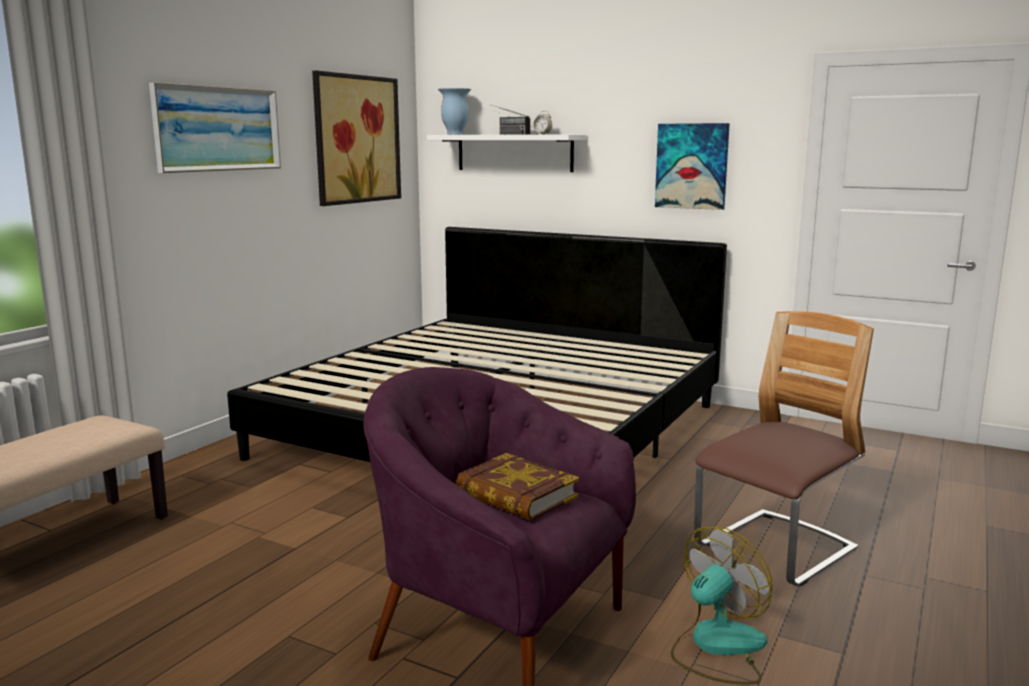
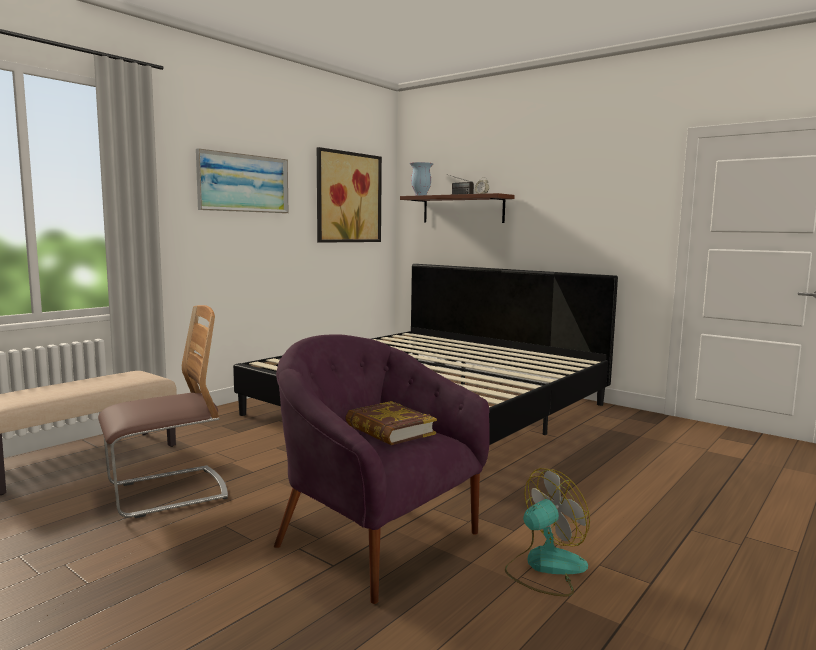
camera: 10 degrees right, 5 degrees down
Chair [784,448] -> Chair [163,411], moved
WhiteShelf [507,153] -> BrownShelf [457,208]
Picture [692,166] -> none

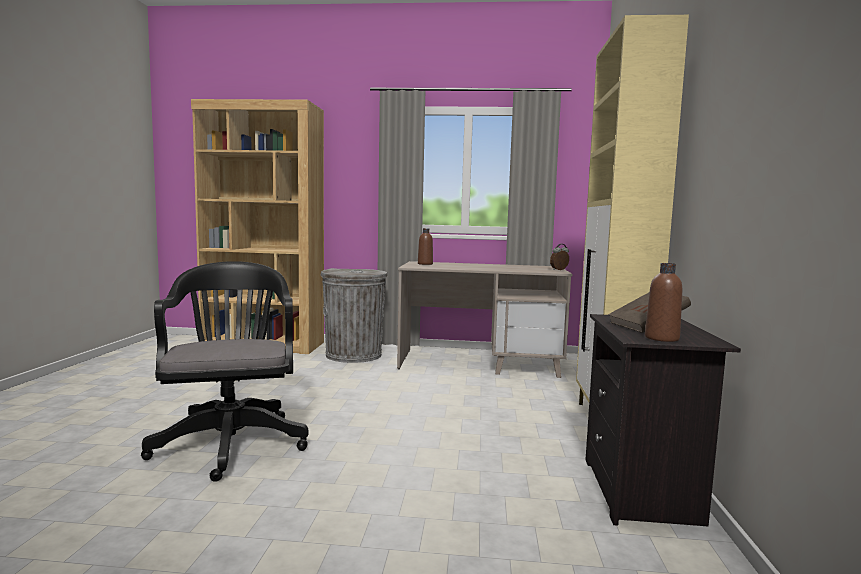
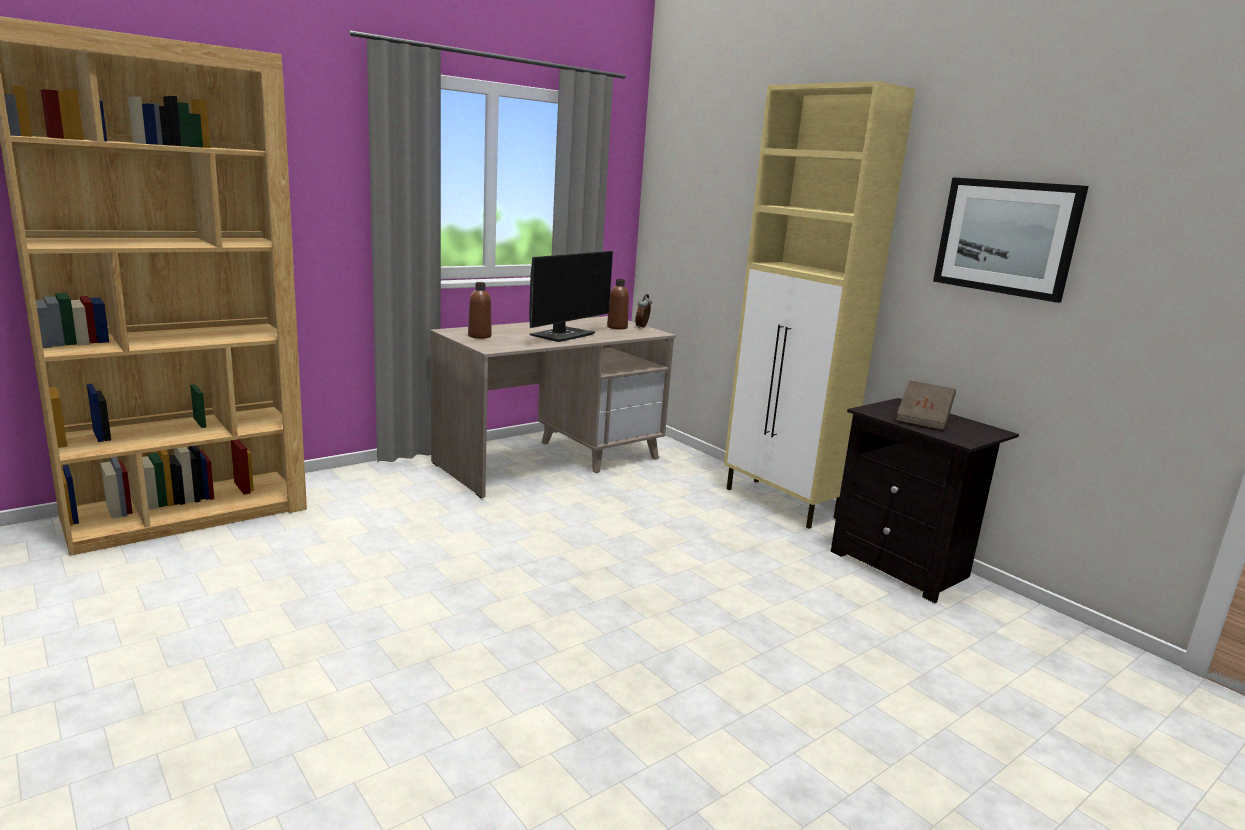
camera: 45 degrees left, 10 degrees up
none -> Monitor [571,296]
BrownBottle [663,302] -> BrownBottle [618,304], moved
none -> Picture [1011,240]
BlackOfficeChair [225,371] -> none
GreyTrashCan [354,315] -> none

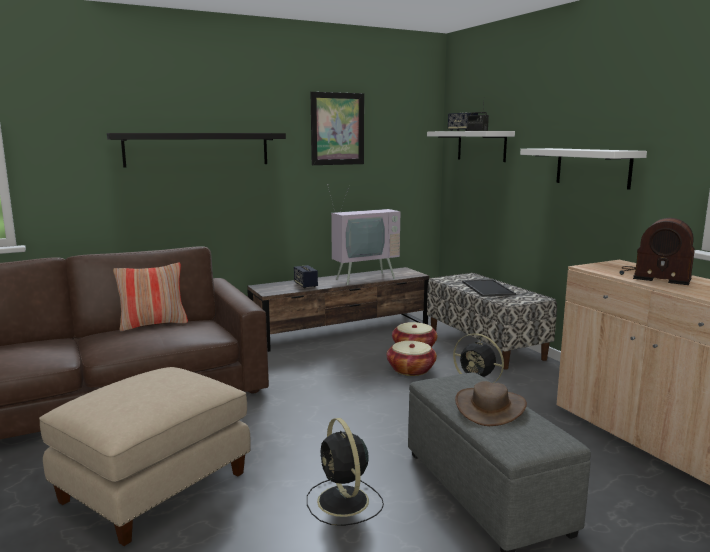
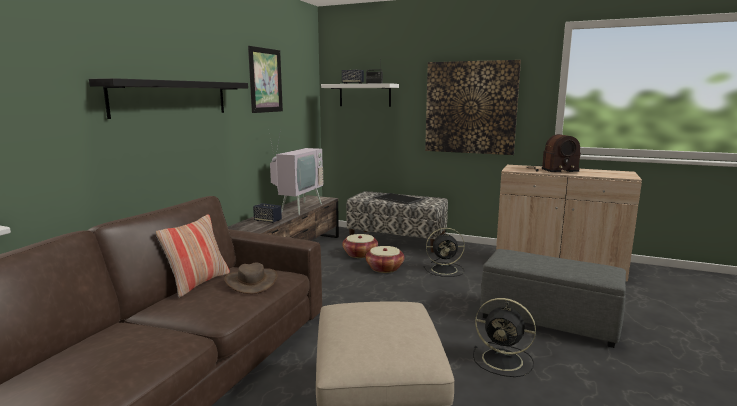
camera: 40 degrees left, 0 degrees up
BrownHat [491,403] -> BrownHat [251,278], moved
WhiteShelf [583,169] -> Picture [473,107]

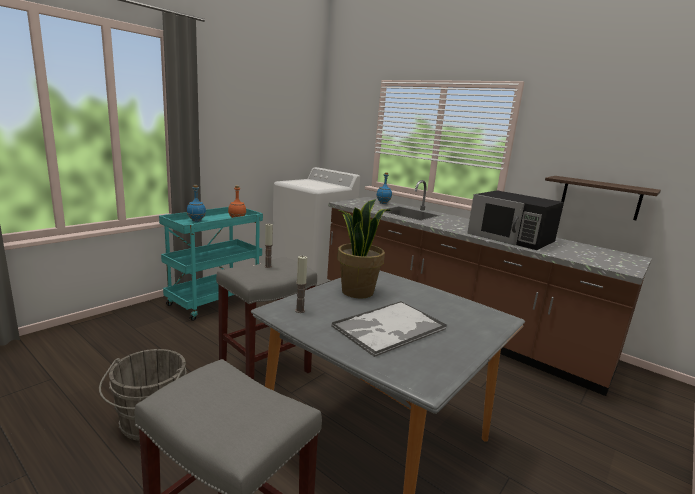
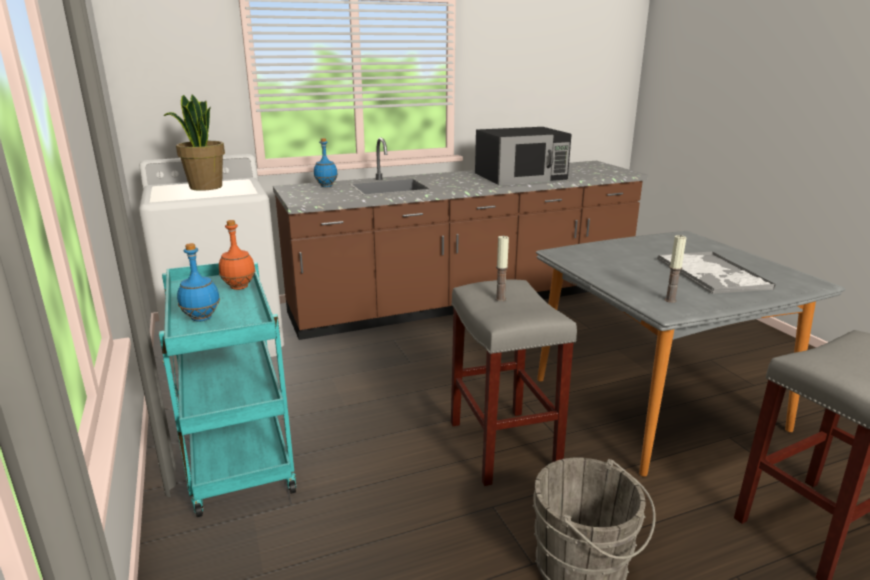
camera: 60 degrees left, 5 degrees up
PottedPlant [364,248] -> PottedPlant [194,142], moved
Shelf [603,198] -> none

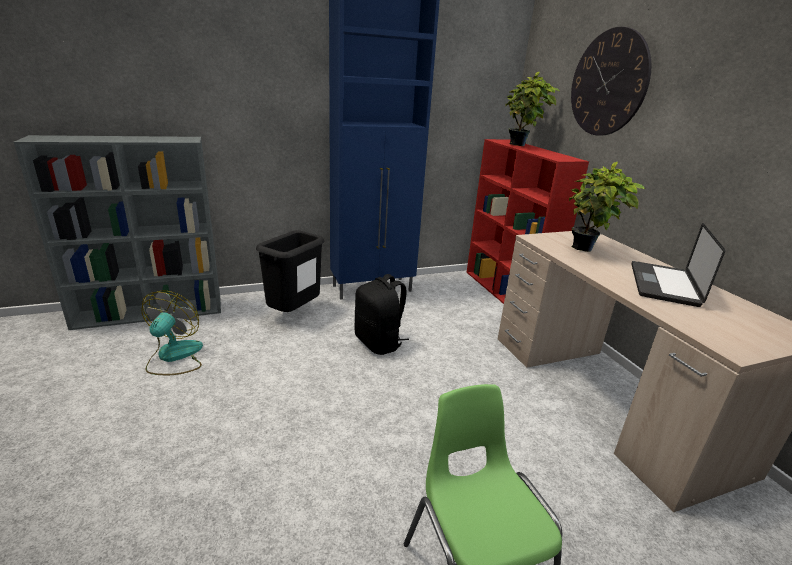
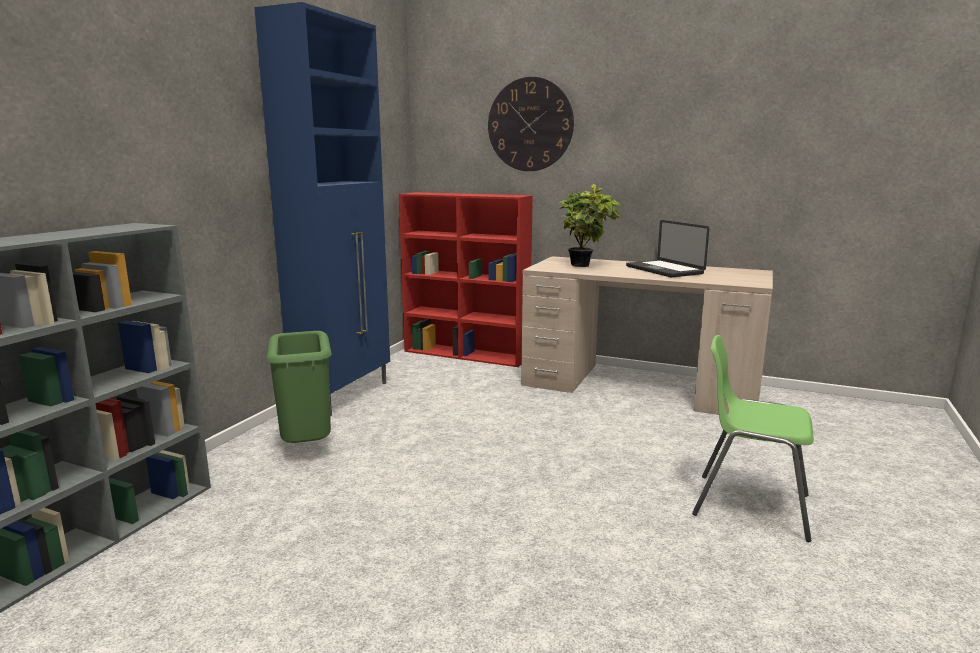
camera: 45 degrees left, 10 degrees down
BlackTrashCan [290,271] -> GreenTrashCan [299,387]
Fan [172,332] -> none
BlackBackpack [382,314] -> none
PottedPlant [532,108] -> none

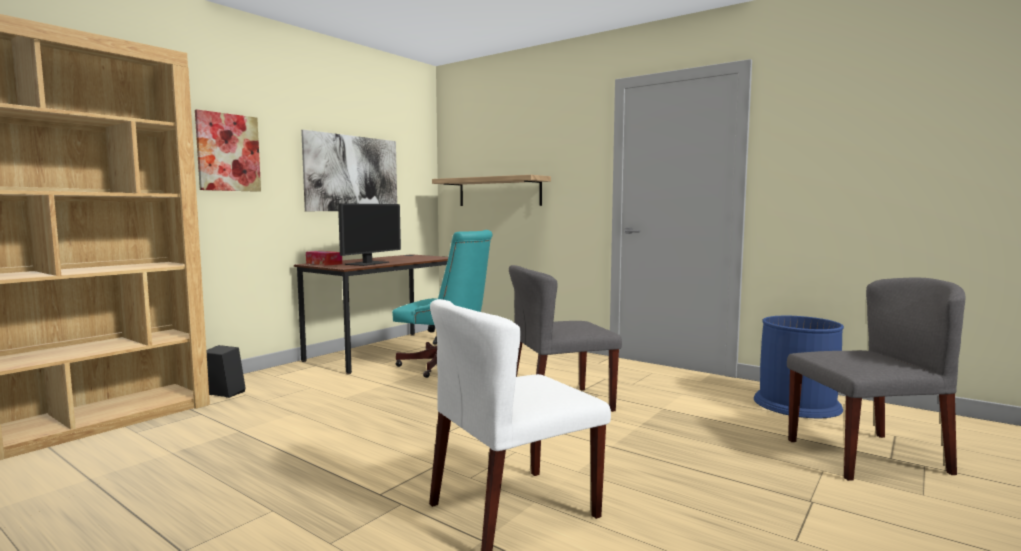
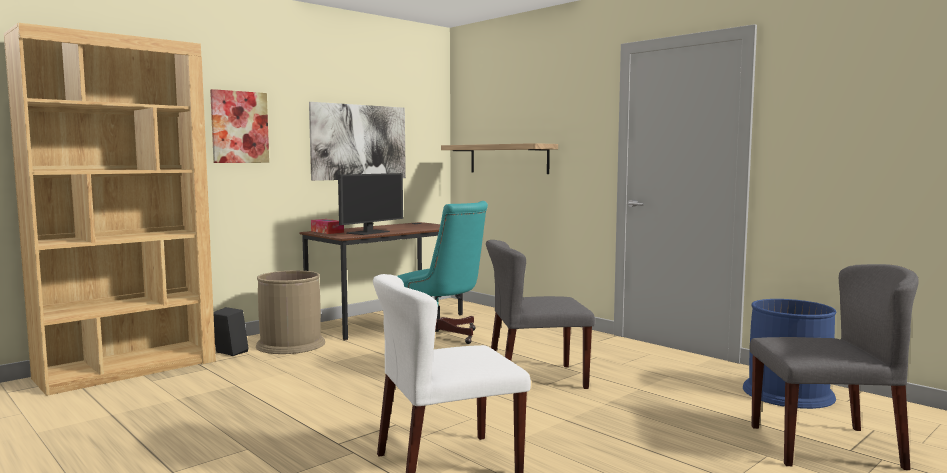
camera: 10 degrees right, 0 degrees up
none -> BrownTrashCan [290,312]

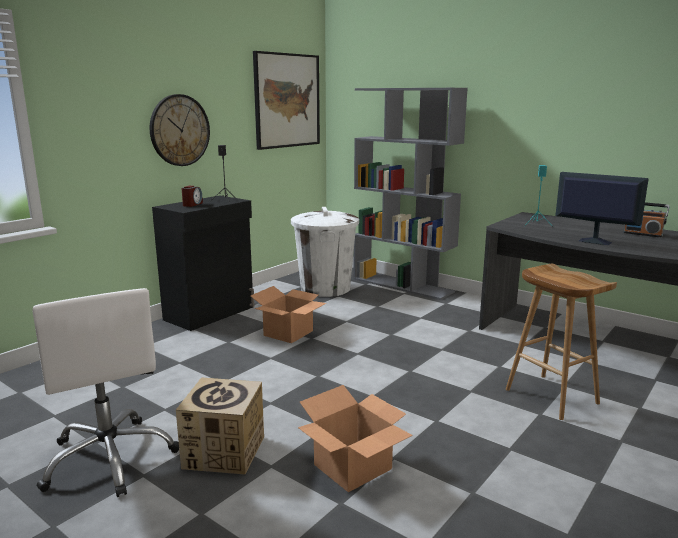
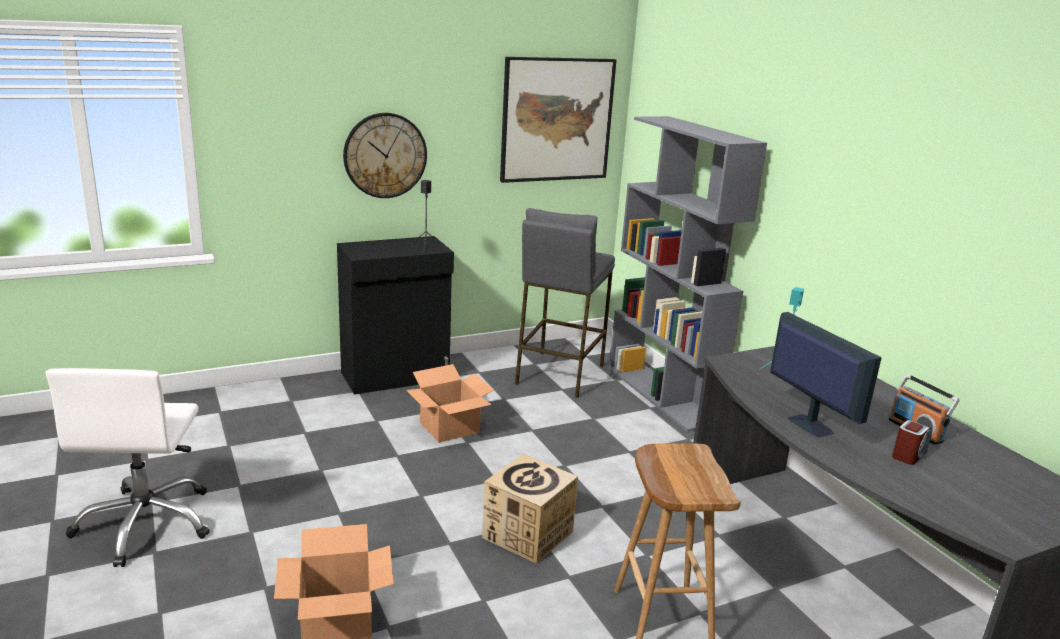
camera: 25 degrees right, 5 degrees up
CardboardBox [220,426] -> CardboardBox [530,509], moved
WhiteTrashCan [325,252] -> GreyStool [565,303]
AlarmClock [192,196] -> AlarmClock [912,442], moved

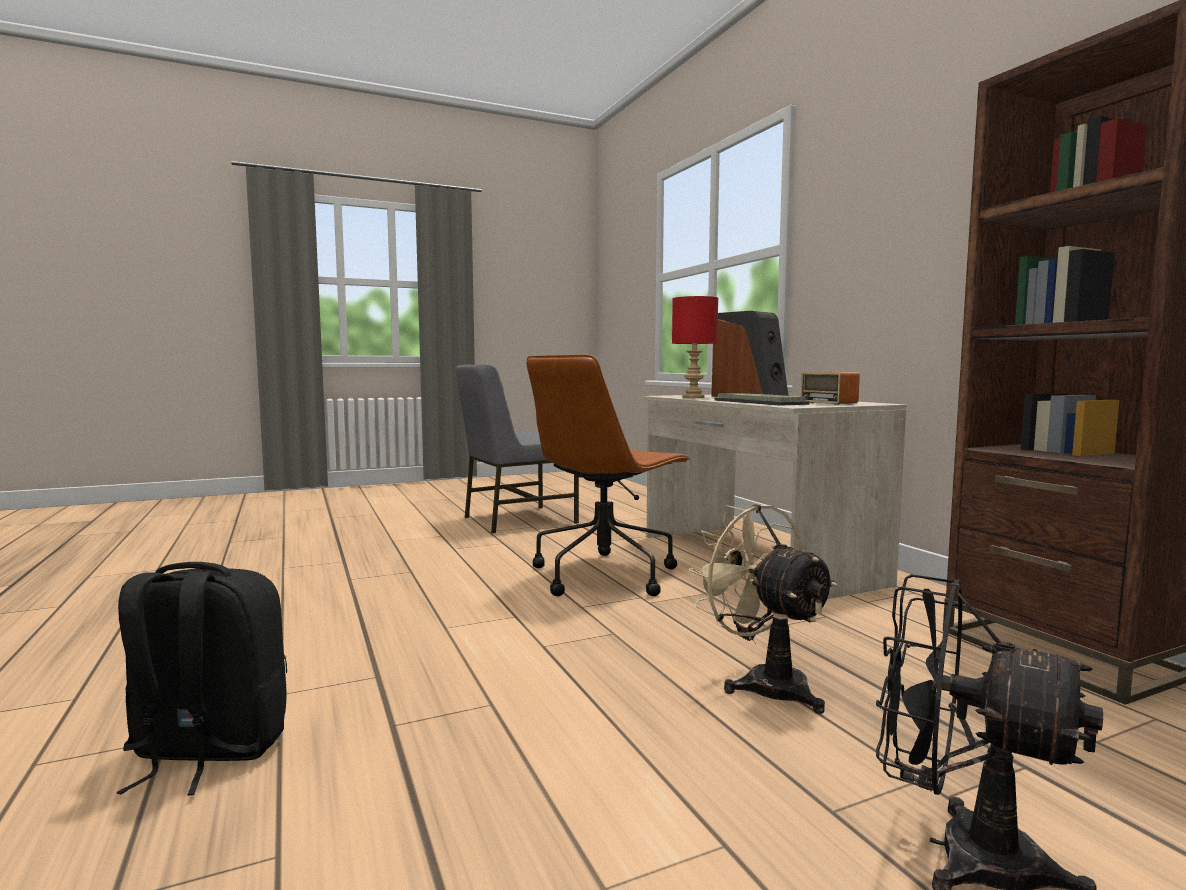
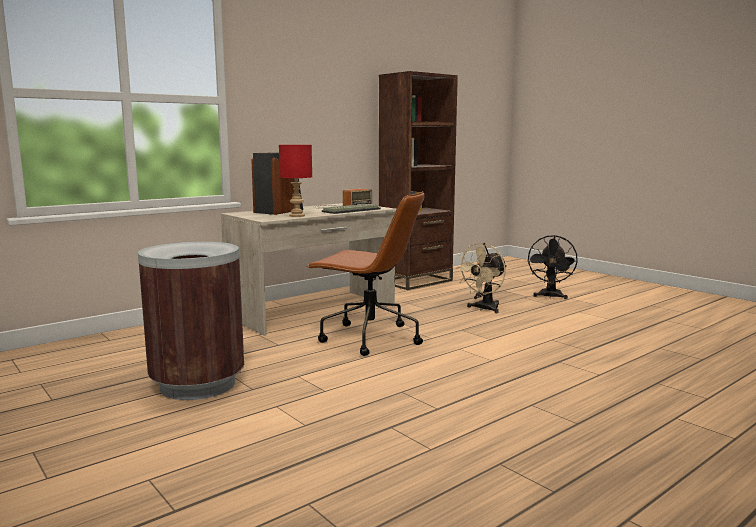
camera: 105 degrees left, 5 degrees up
GreyChair [517,448] -> BrownTrashCan [191,321]
BlackBackpack [202,679] -> none

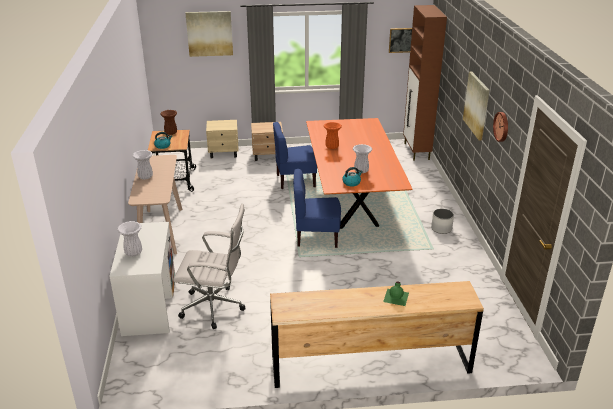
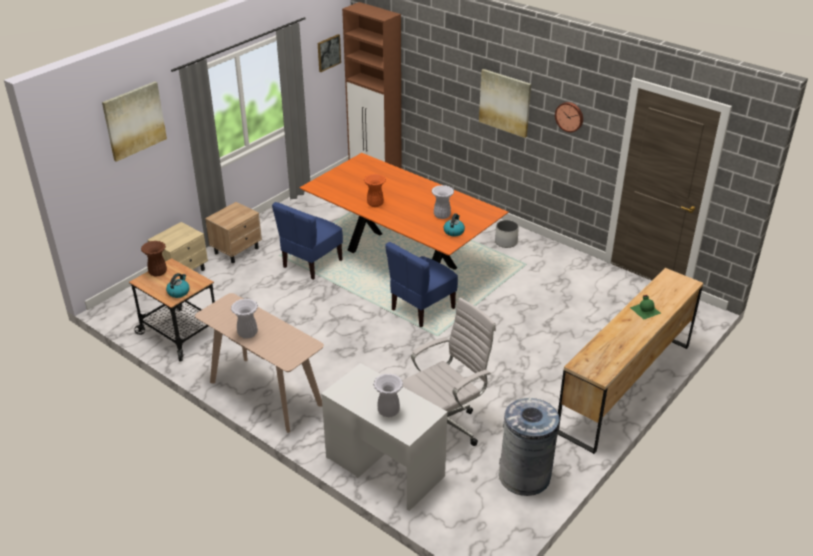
camera: 45 degrees left, 5 degrees up
none -> GreyTrashCan [529,447]

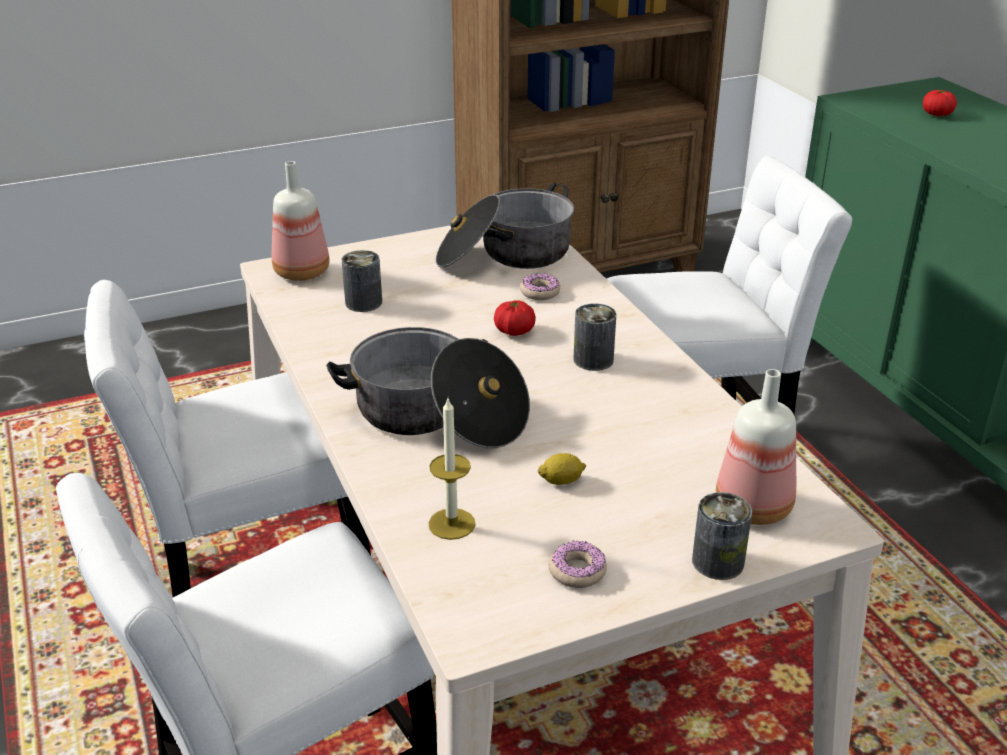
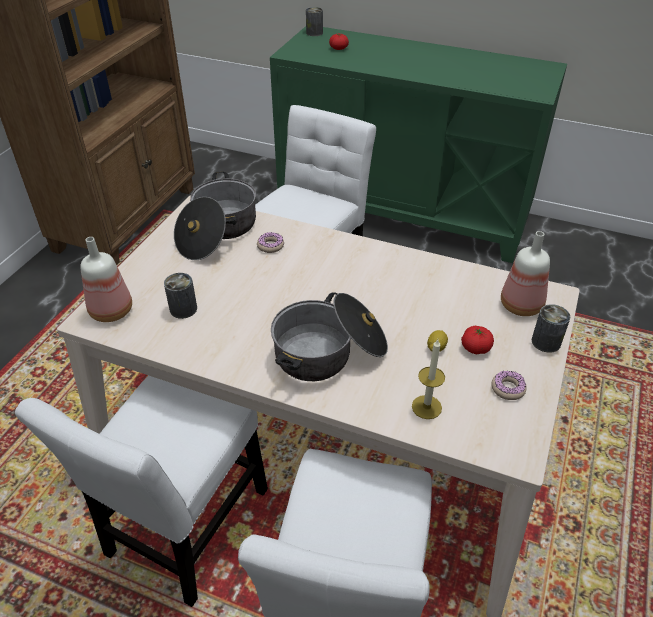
camera: 45 degrees left, 10 degrees up
Can [594,337] -> Can [314,21], moved
Tomato [515,318] -> Tomato [477,340], moved

